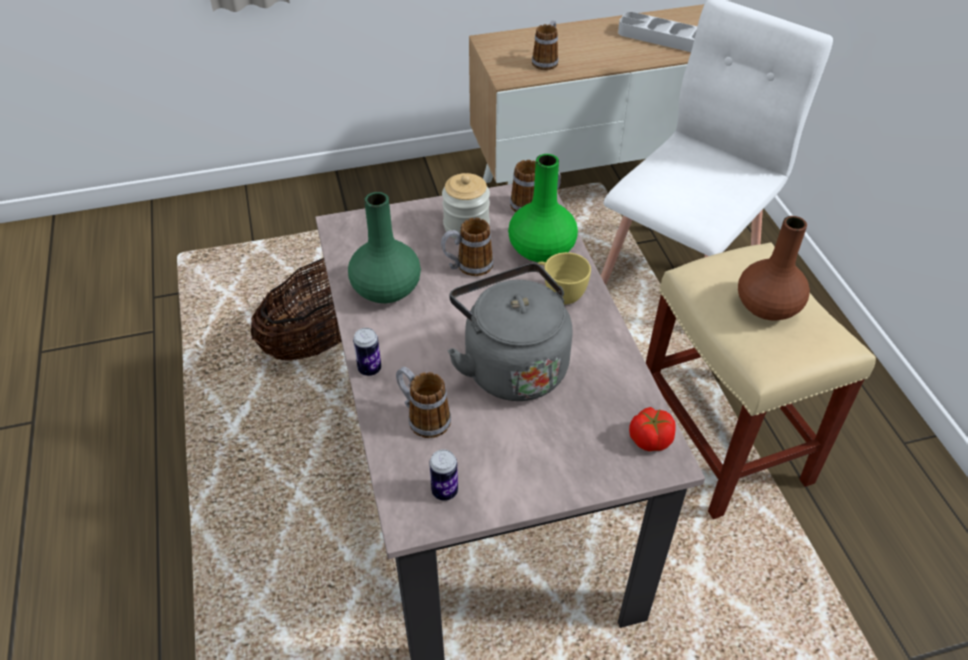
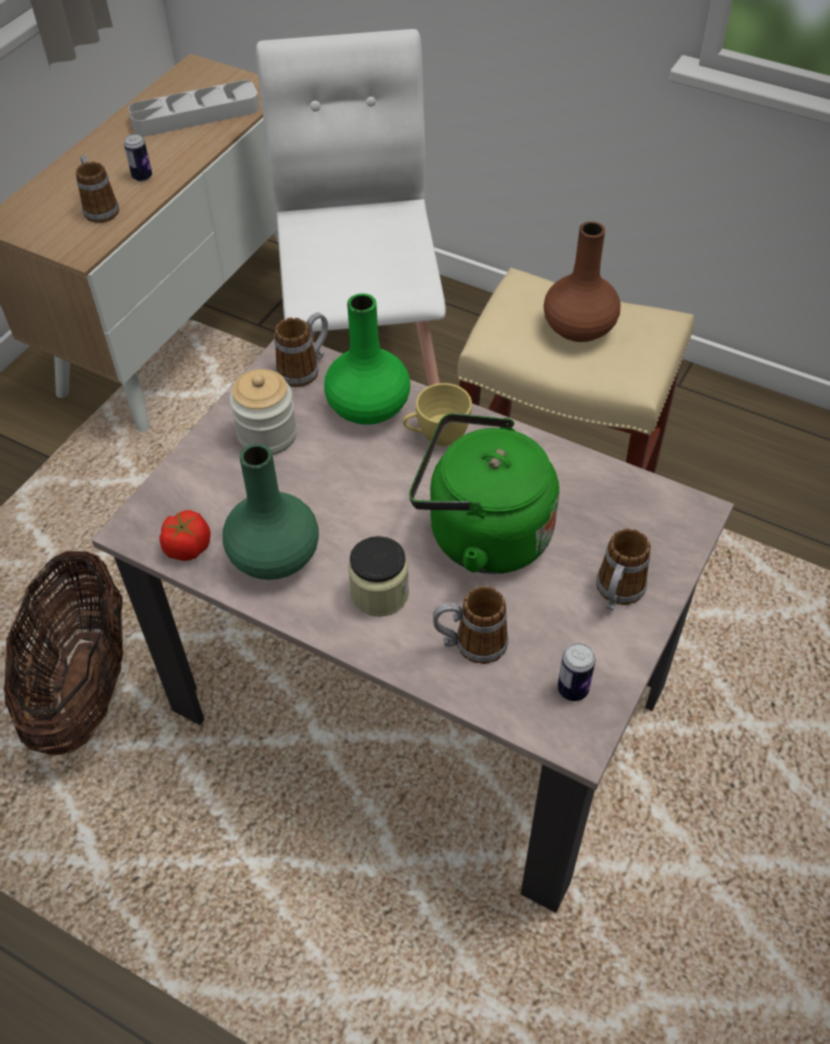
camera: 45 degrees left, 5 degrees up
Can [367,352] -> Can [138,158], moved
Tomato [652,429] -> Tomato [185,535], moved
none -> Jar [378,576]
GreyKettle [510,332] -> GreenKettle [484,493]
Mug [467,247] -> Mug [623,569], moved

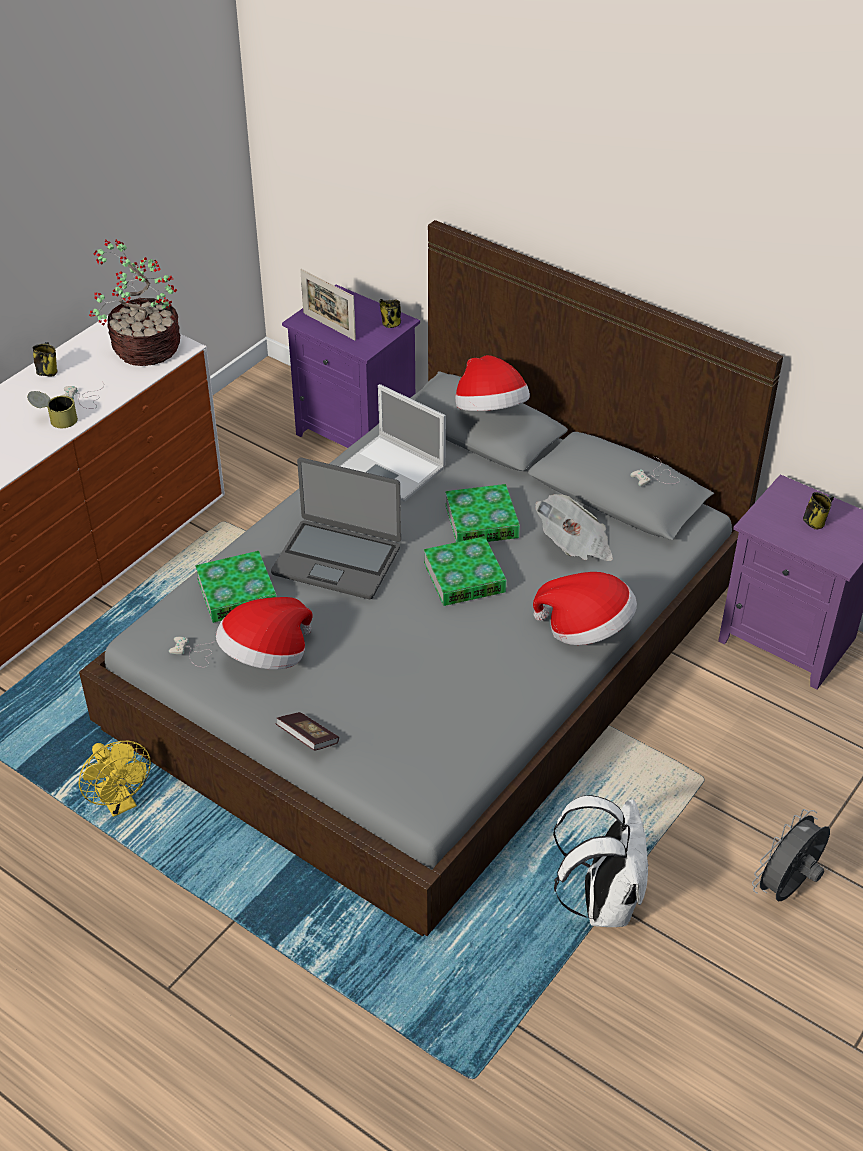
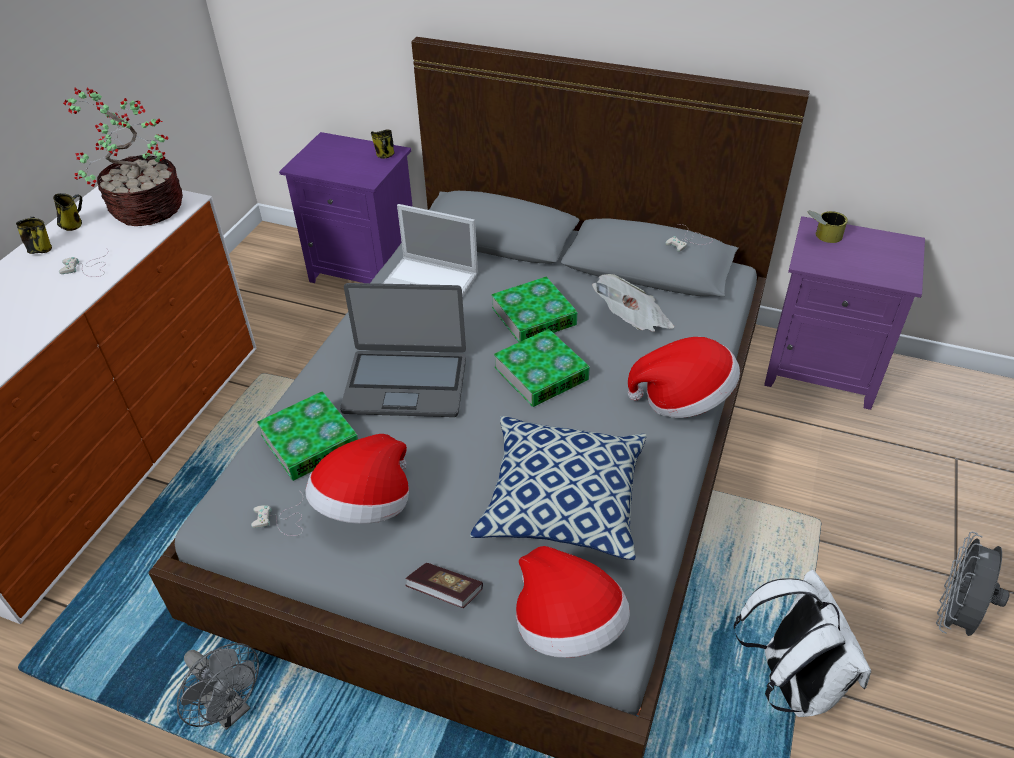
camera: 15 degrees left, 0 degrees up
Mug [818,510] -> Mug [67,212], moved
YellowFan [114,779] -> GreyFan [218,686]
none -> Pillow [558,488]
Hat [492,383] -> Hat [573,602], moved
Can [52,409] -> Can [827,227], moved
PictureFrame [328,305] -> none

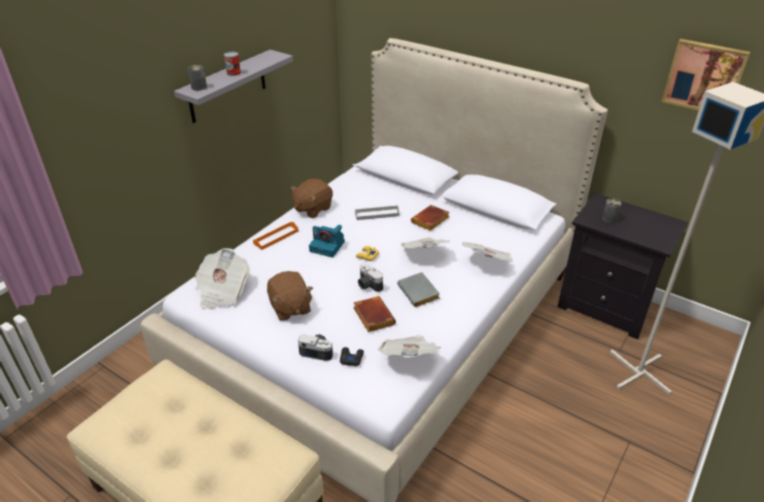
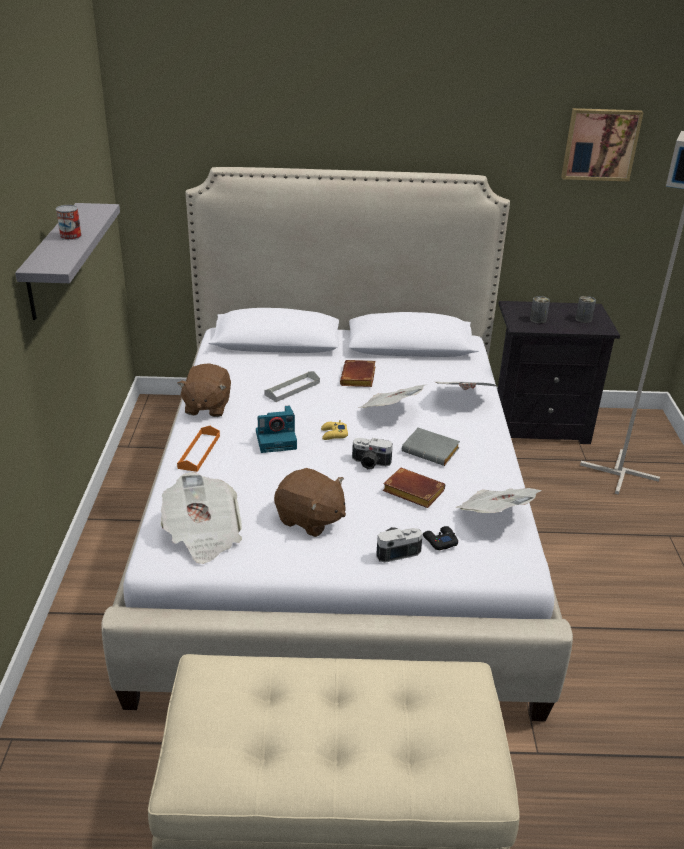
camera: 35 degrees left, 5 degrees down
Can [197,78] -> Can [585,309], moved

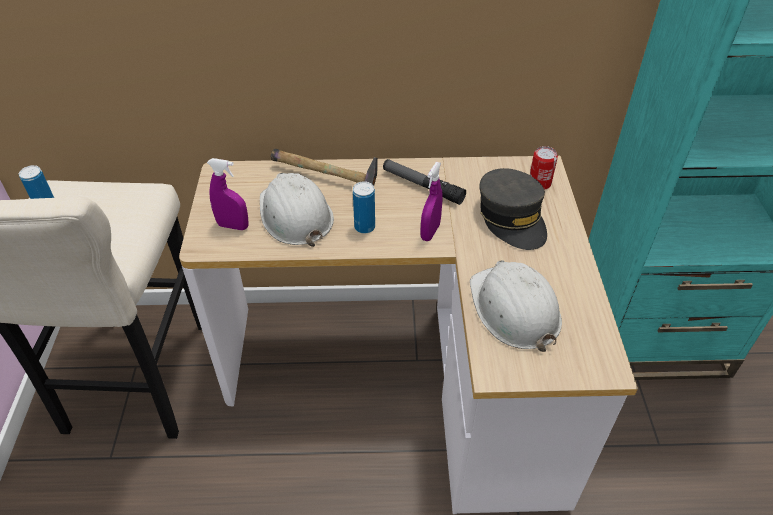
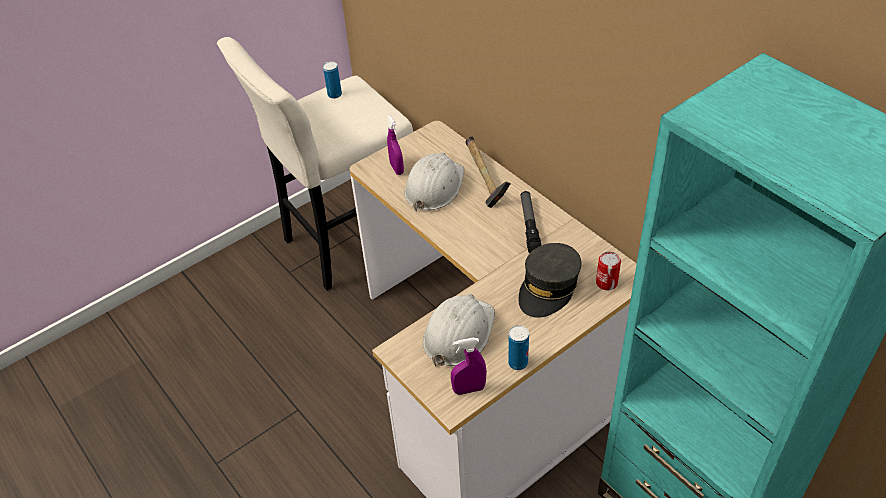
camera: 55 degrees right, 0 degrees up
PurpleSprayBottle [432,201] -> PurpleSprayBottle [469,366], moved
Can [364,207] -> Can [518,347], moved

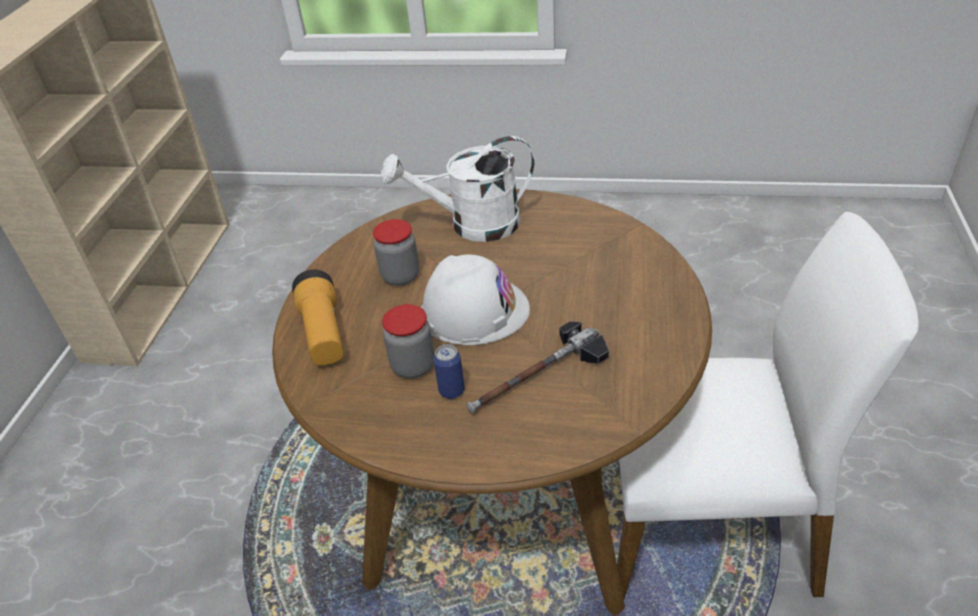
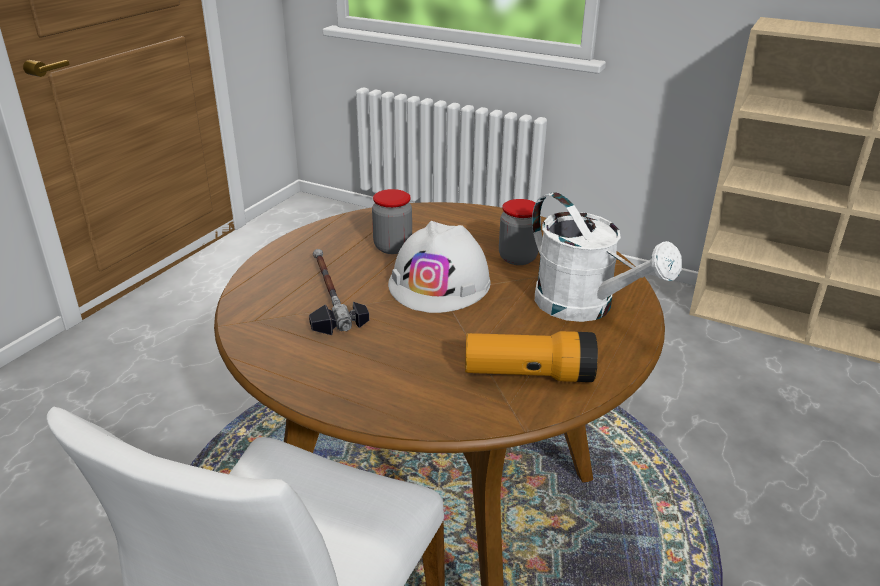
camera: 105 degrees right, 10 degrees down
Flashlight [318,317] -> Flashlight [531,356], moved
WhiteWateringCan [457,189] -> WhiteWateringCan [607,257], 135 degrees clockwise
Can [449,371] -> none

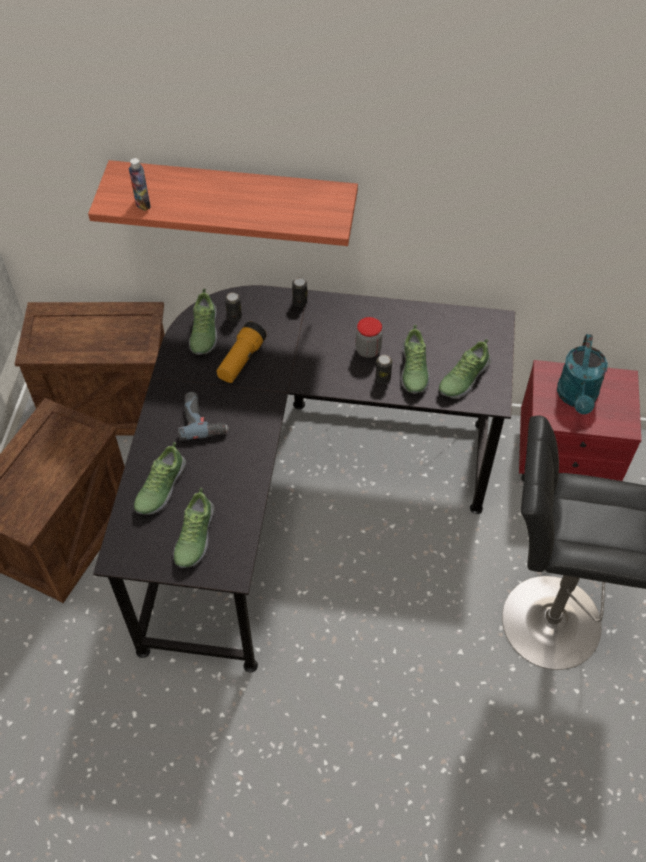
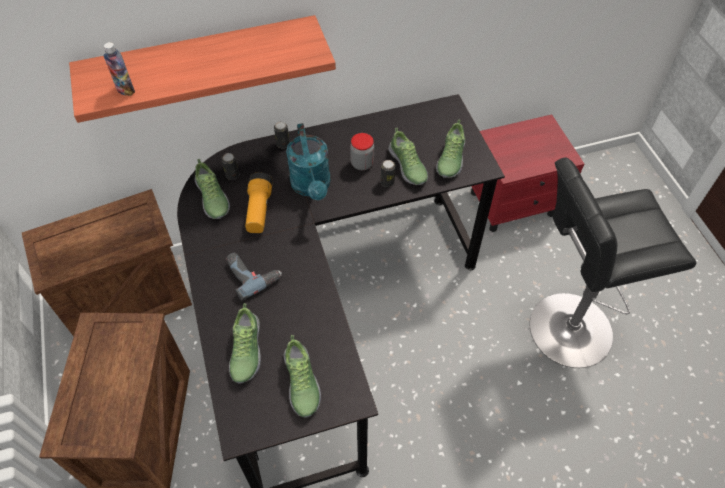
camera: 25 degrees left, 0 degrees up
TurquoiseWateringCan [582,374] -> TurquoiseWateringCan [308,161], moved

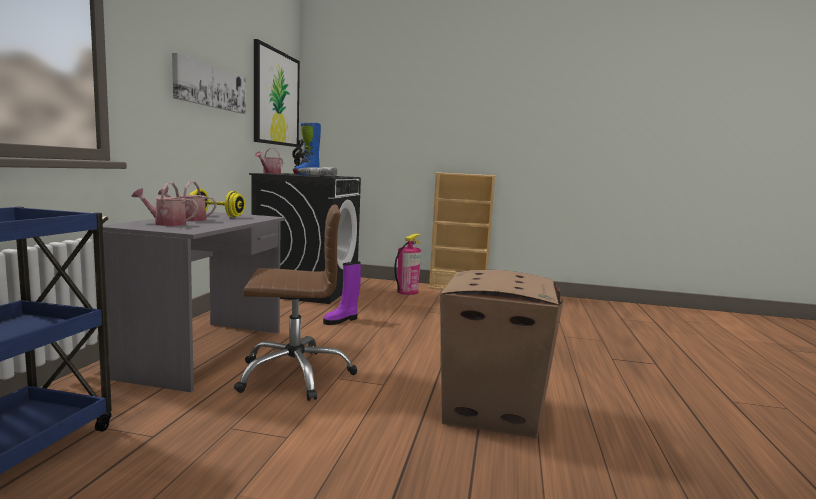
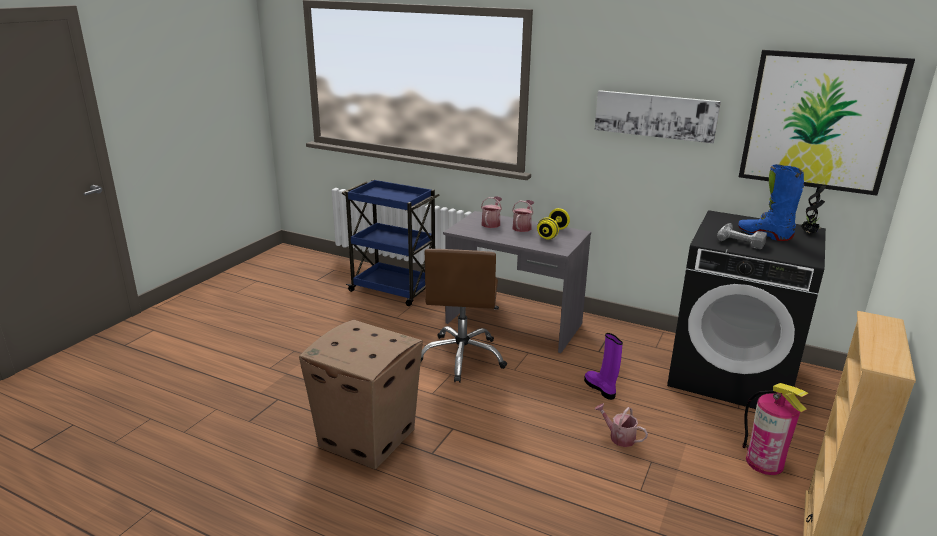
camera: 105 degrees right, 15 degrees up
WateringCan [269,161] -> WateringCan [621,425], moved

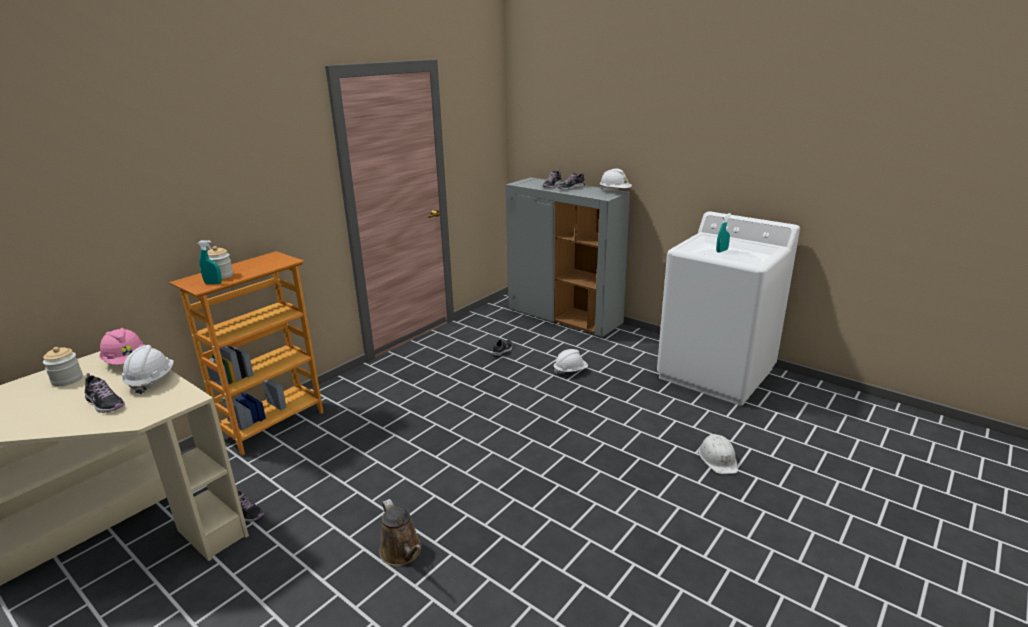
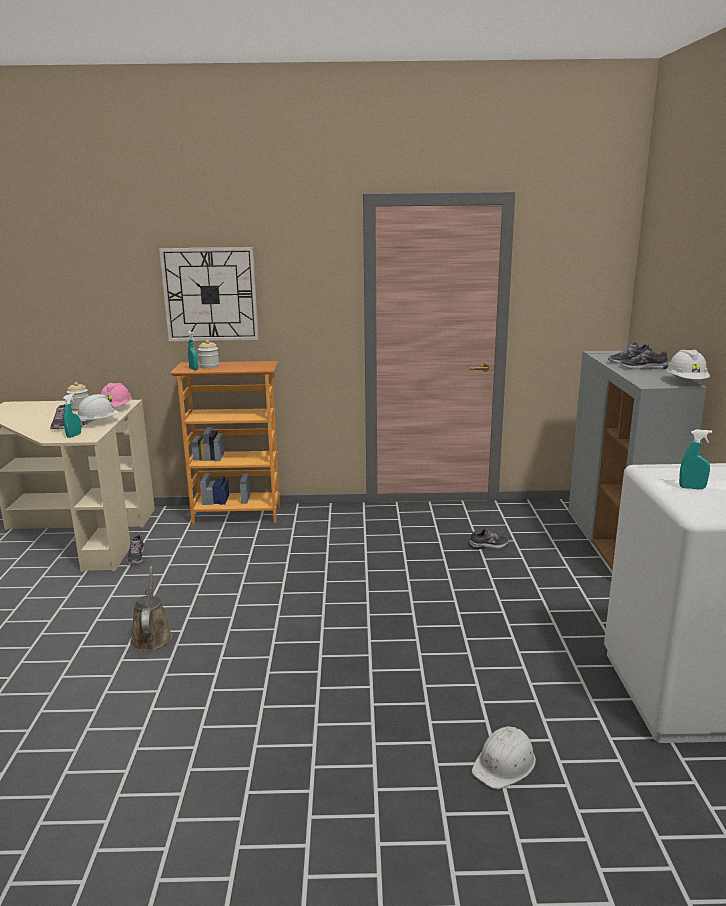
camera: 50 degrees right, 5 degrees down
none -> TurquoiseSprayBottle [72,415]
BrownWateringCan [400,532] -> BrownWateringCan [151,608], 150 degrees clockwise
none -> WallClock [209,294]
WhiteHardHat [571,361] -> none

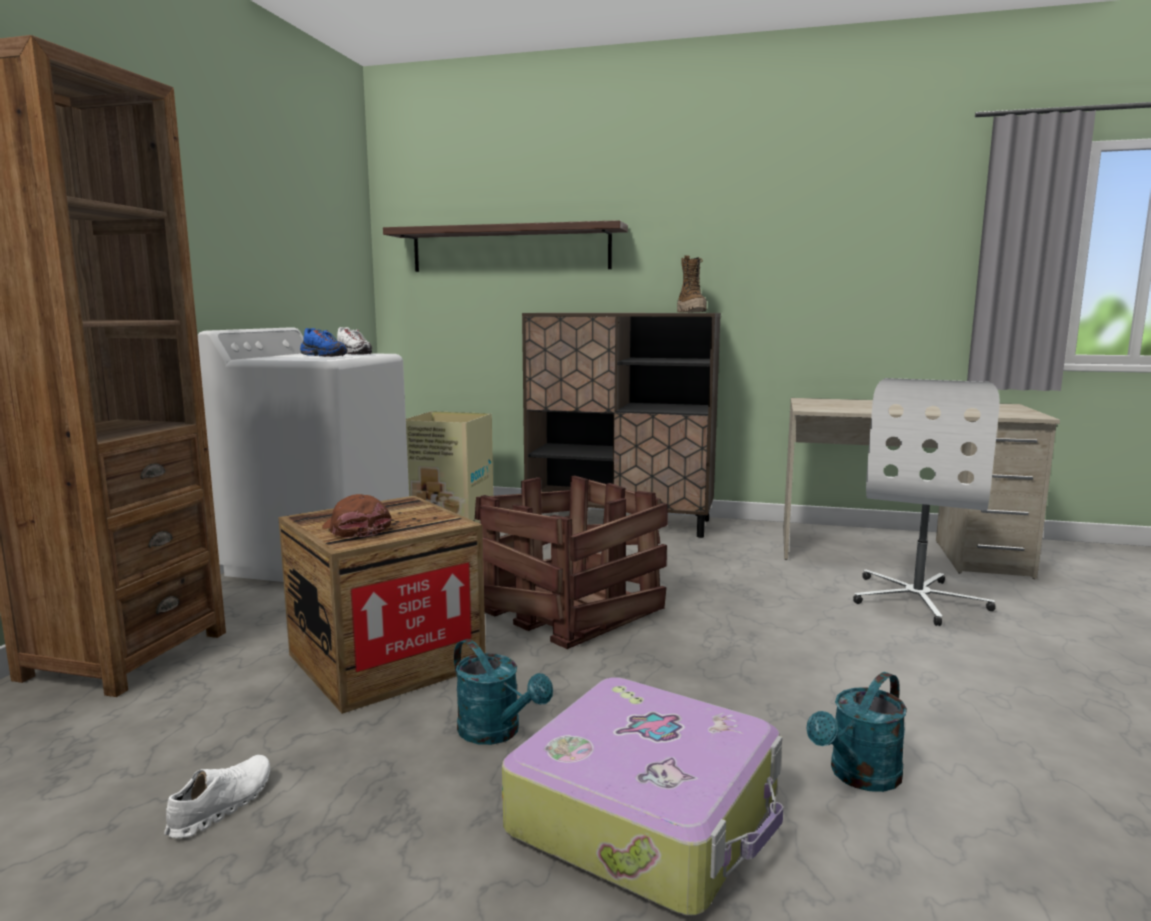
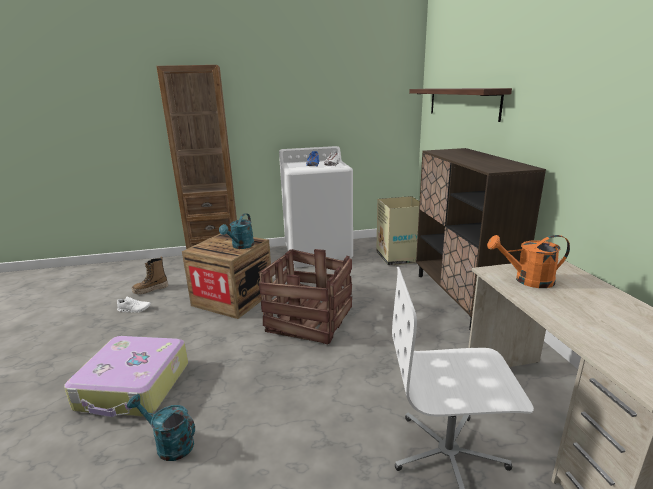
camera: 65 degrees right, 10 degrees up
Boot [692,284] -> Boot [150,275], moved
TurquoiseWateringCan [503,692] -> TurquoiseWateringCan [236,231], moved
none -> OrangeWateringCan [528,261]
BrownCap [357,516] -> none

